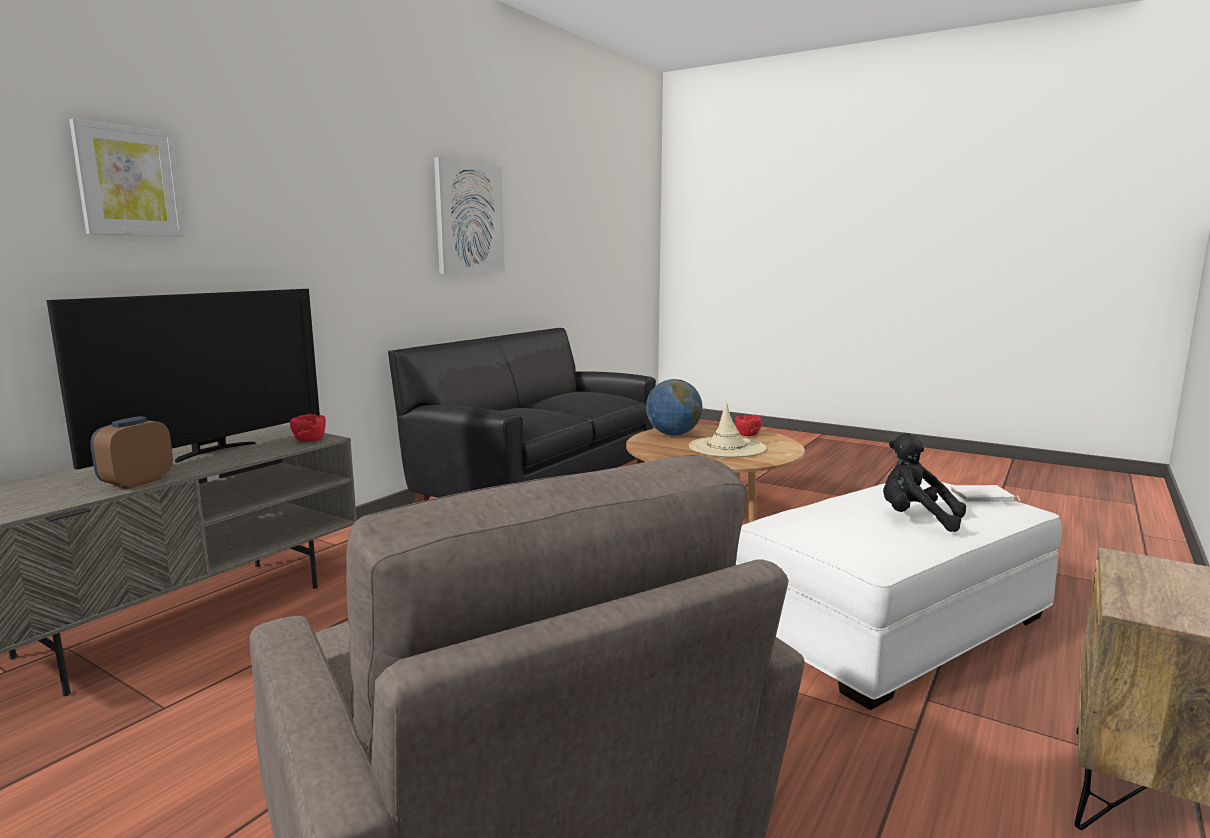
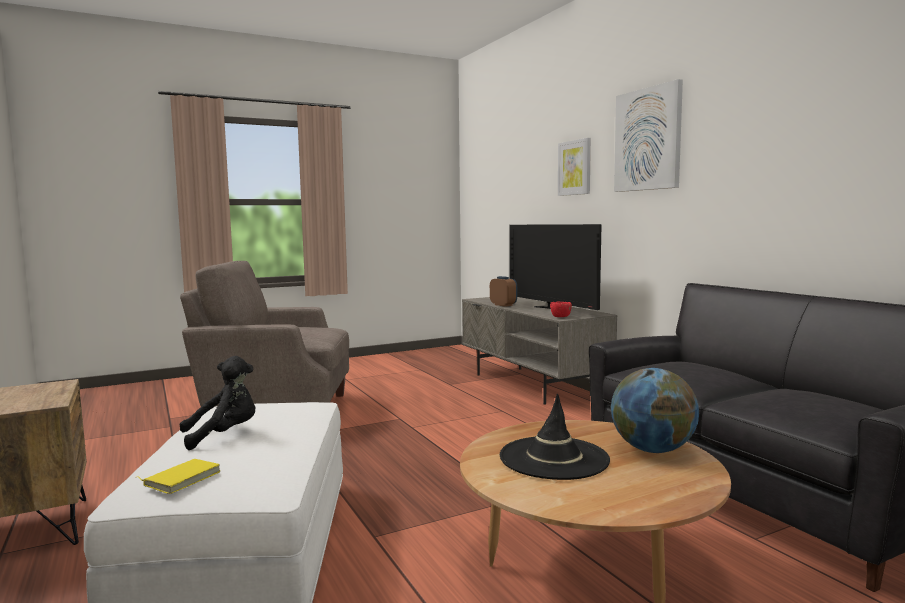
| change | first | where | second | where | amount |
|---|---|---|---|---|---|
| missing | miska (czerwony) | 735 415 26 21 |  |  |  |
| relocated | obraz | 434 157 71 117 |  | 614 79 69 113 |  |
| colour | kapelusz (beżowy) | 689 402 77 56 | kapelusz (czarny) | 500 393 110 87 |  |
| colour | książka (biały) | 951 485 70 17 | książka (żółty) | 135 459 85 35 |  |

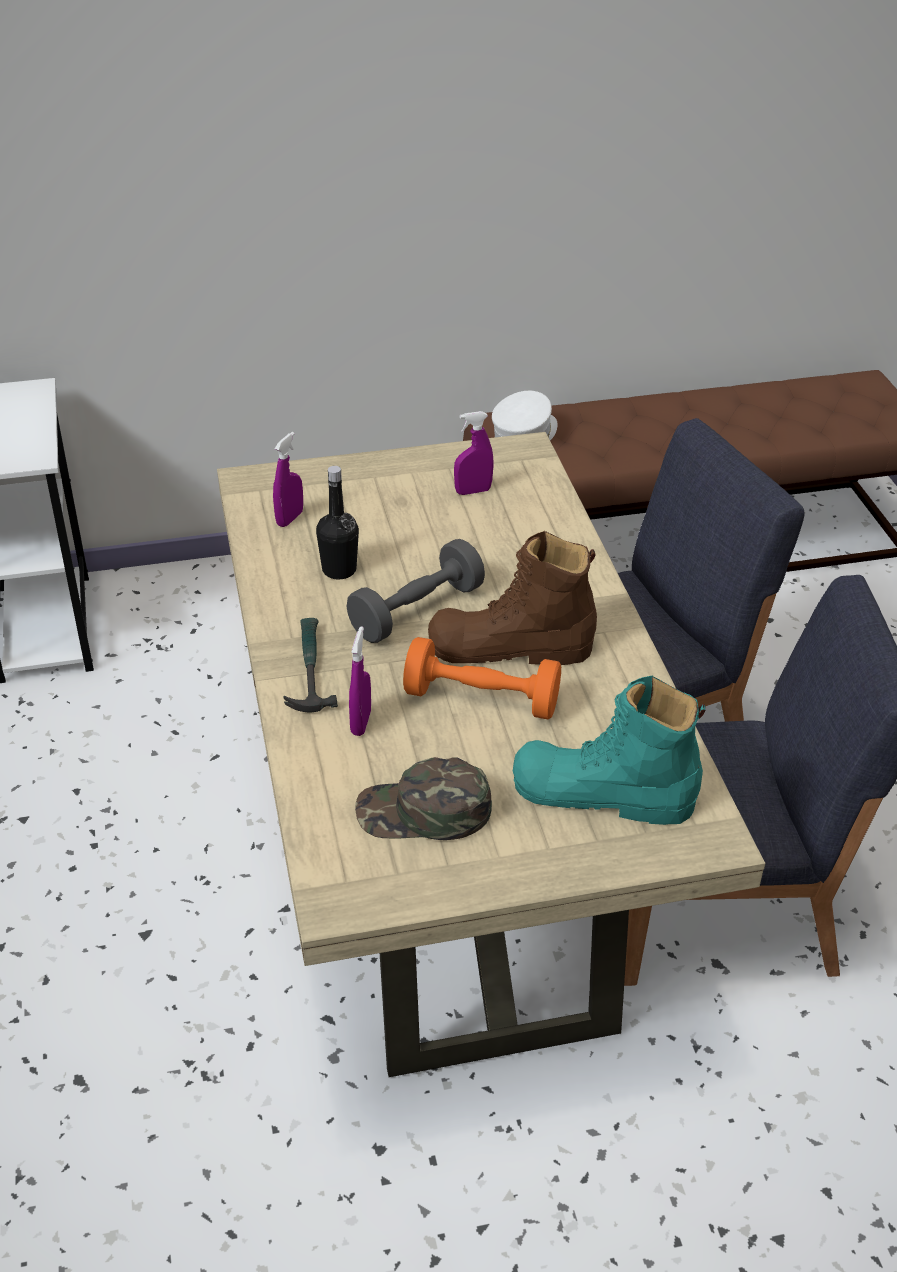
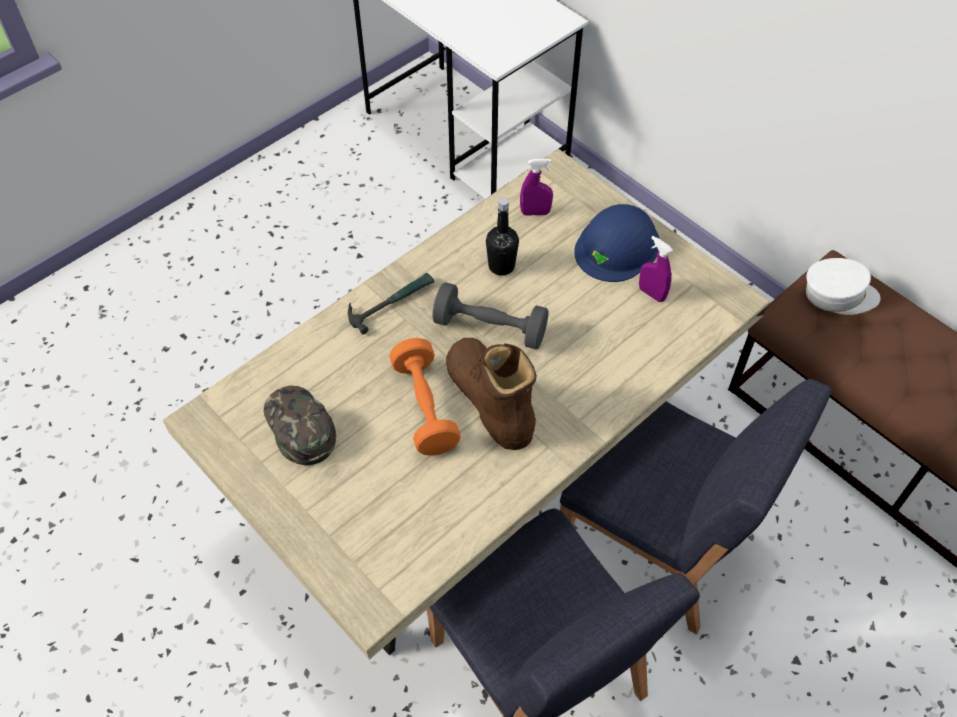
| change | first | where | second | where | amount |
|---|---|---|---|---|---|
| missing | spryskiwacz (fioletowy) | 349 626 22 110 |  |  |  |
| missing | but z cholewką (turkusowy) | 513 676 192 149 |  |  |  |
| appeared |  |  | kask (niebieski) | 574 204 85 78 |  |

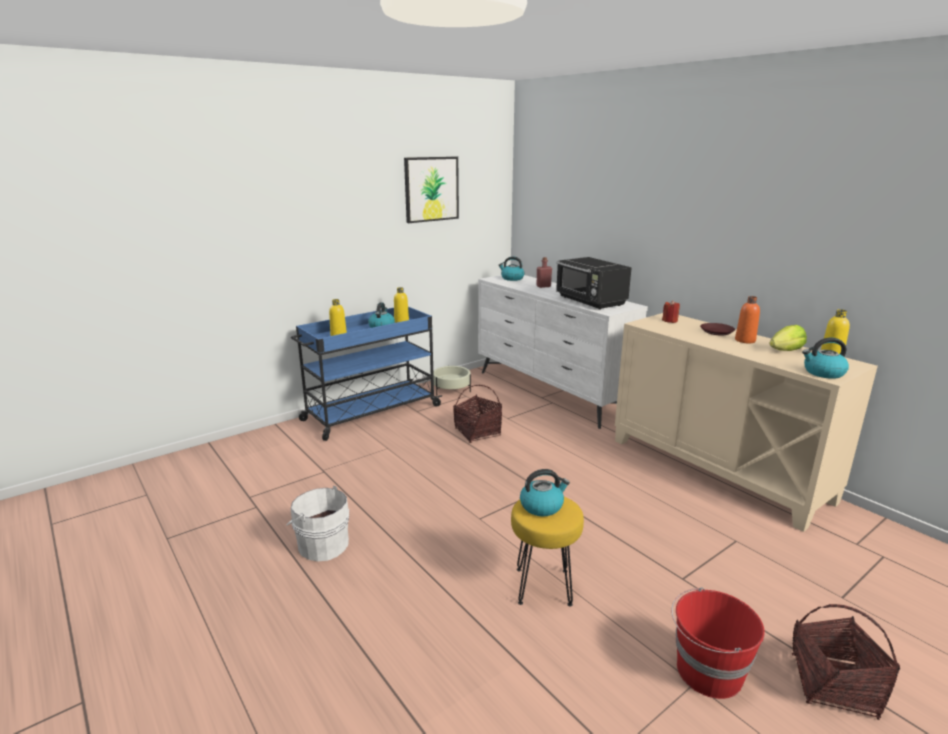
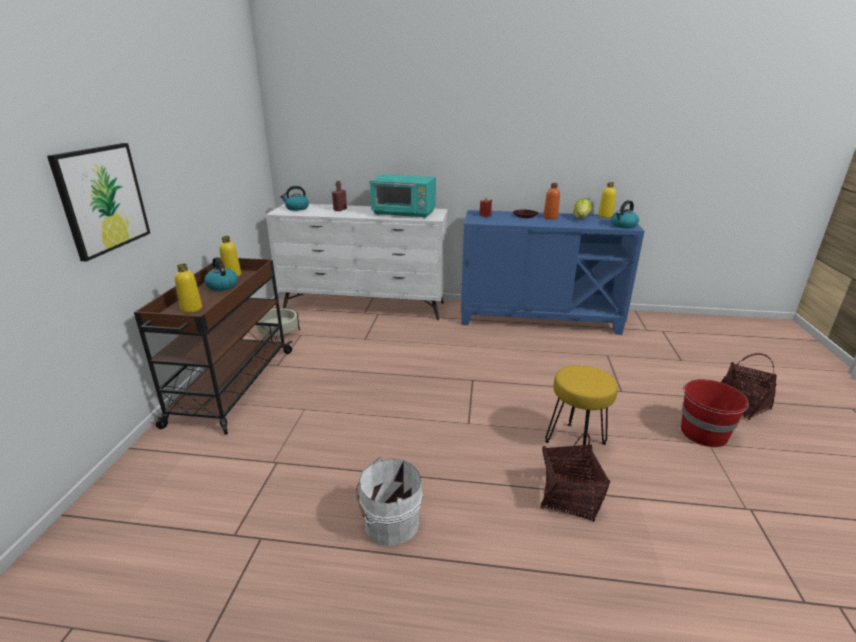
| change | first | where | second | where | amount |
|---|---|---|---|---|---|
| missing | czajnik | 520 469 50 47 |  |  |  |
| relocated | obraz | 404 157 55 66 |  | 47 143 103 119 |  |
| relocated | koszyk | 453 385 49 58 |  | 541 433 69 89 |  |
| colour | wózek (niebieski) | 291 307 151 134 | wózek (brązowy) | 134 258 159 177 |  |
| colour | mikrofalówka (czarny) | 556 257 76 53 | mikrofalówka (turkusowy) | 370 174 66 44 |  |
| colour | szafka (beżowy) | 615 313 263 219 | szafka (niebieski) | 461 210 184 125 |  |

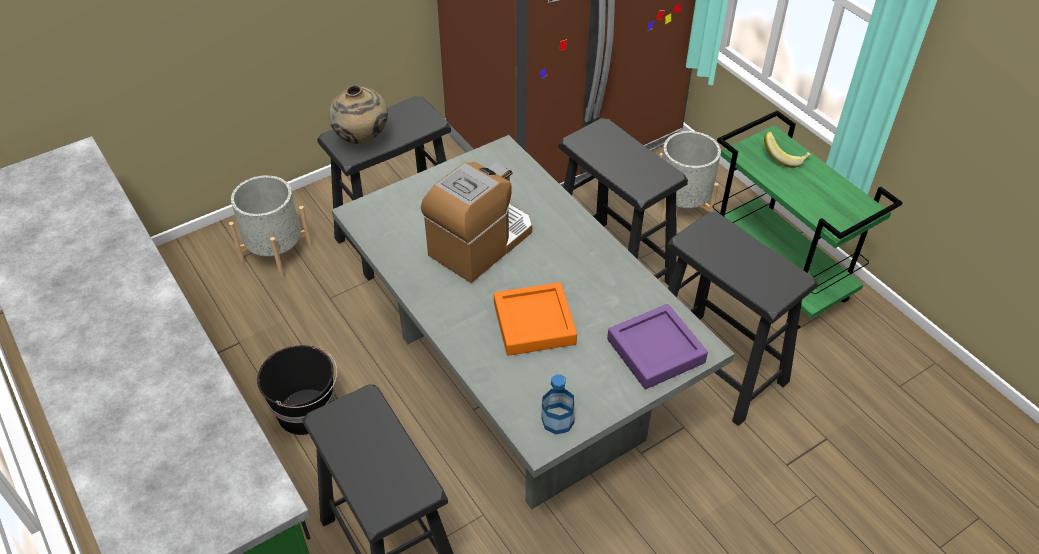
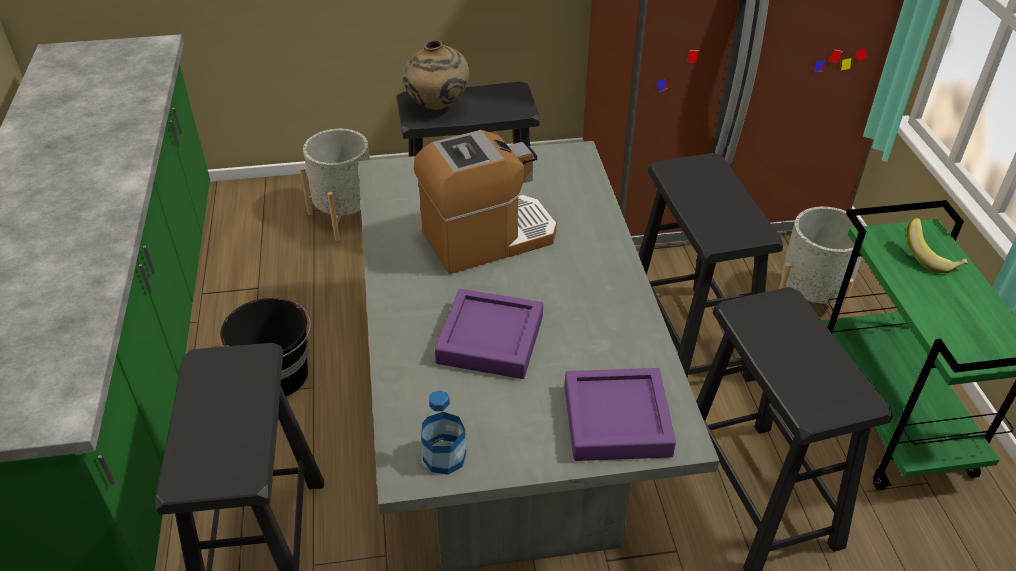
| change | first | where | second | where | amount |
|---|---|---|---|---|---|
| colour | taca (pomarańczowy) | 494 282 83 74 | taca (fioletowy) | 435 289 108 90 |  |

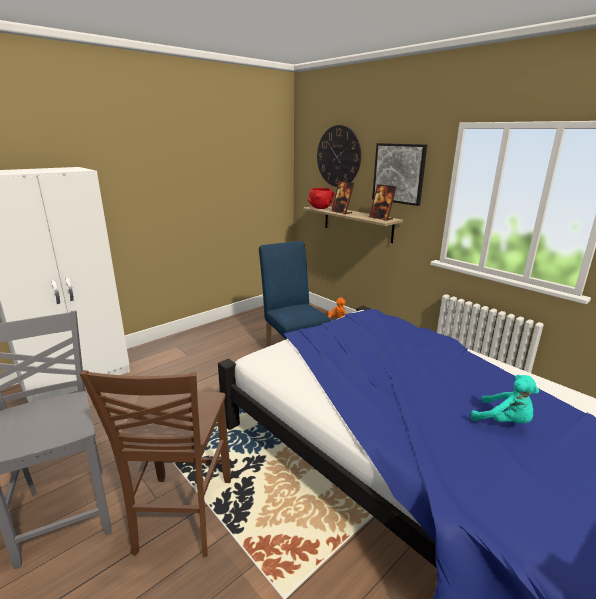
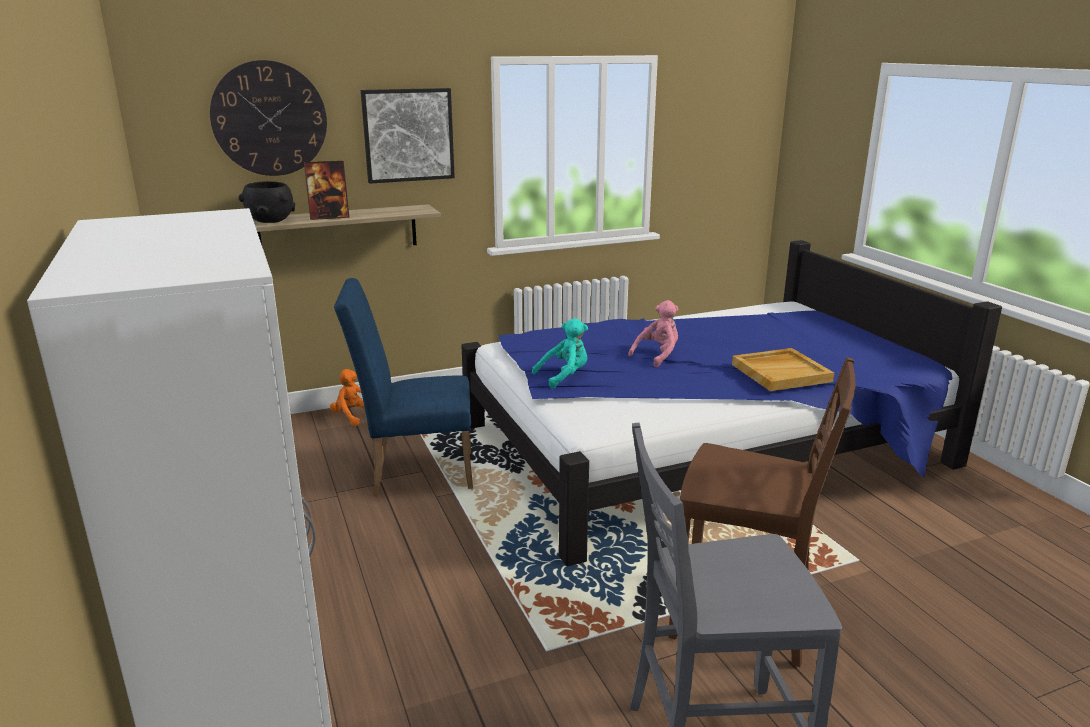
| change | first | where | second | where | amount |
|---|---|---|---|---|---|
| missing | ramka na zdjęcie | 369 184 28 37 |  |  |  |
| appeared |  |  | pluszak (różowy) | 628 300 50 67 |  |
| appeared |  |  | taca (beżowy) | 732 348 102 43 |  |
| relocated | pluszak (turkusowy) | 471 375 68 48 |  | 532 318 56 71 |  |
| colour | miska (czerwony) | 308 188 27 21 | miska (czarny) | 238 181 57 42 |  |

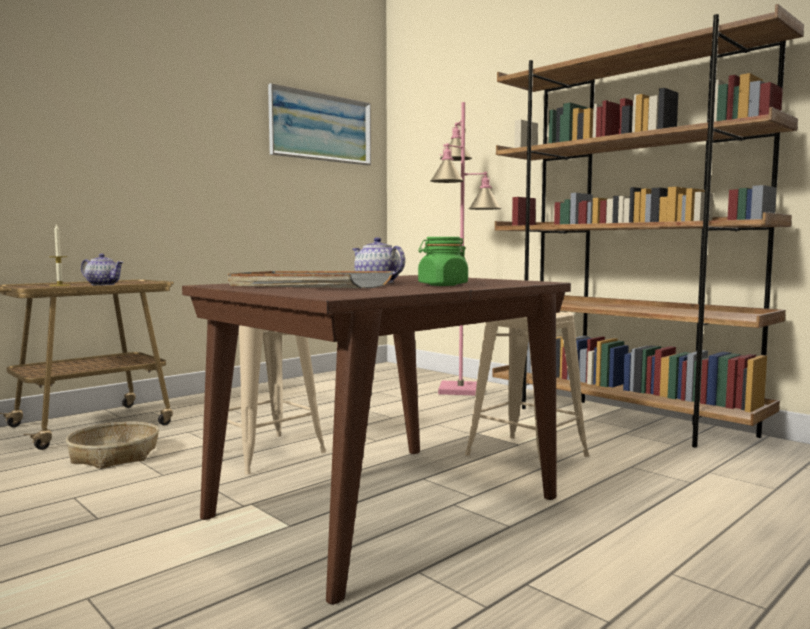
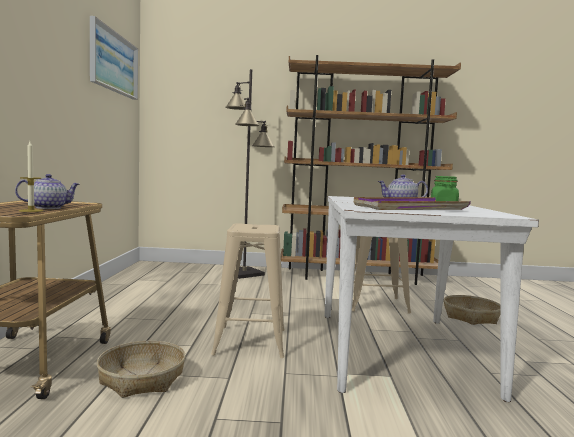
| change | first | where | second | where | amount |
|---|---|---|---|---|---|
| appeared |  |  | koszyk | 444 295 57 30 |  |
| colour | stół jadalny (brązowy) | 182 275 389 330 | stół jadalny (biały) | 325 196 214 206 |  |
| colour | taca (szary) | 228 271 165 17 | taca (fioletowy) | 354 197 117 13 |  |
| colour | lampa stojąca (różowy) | 430 102 72 293 | lampa stojąca (czarny) | 225 69 50 210 |  |

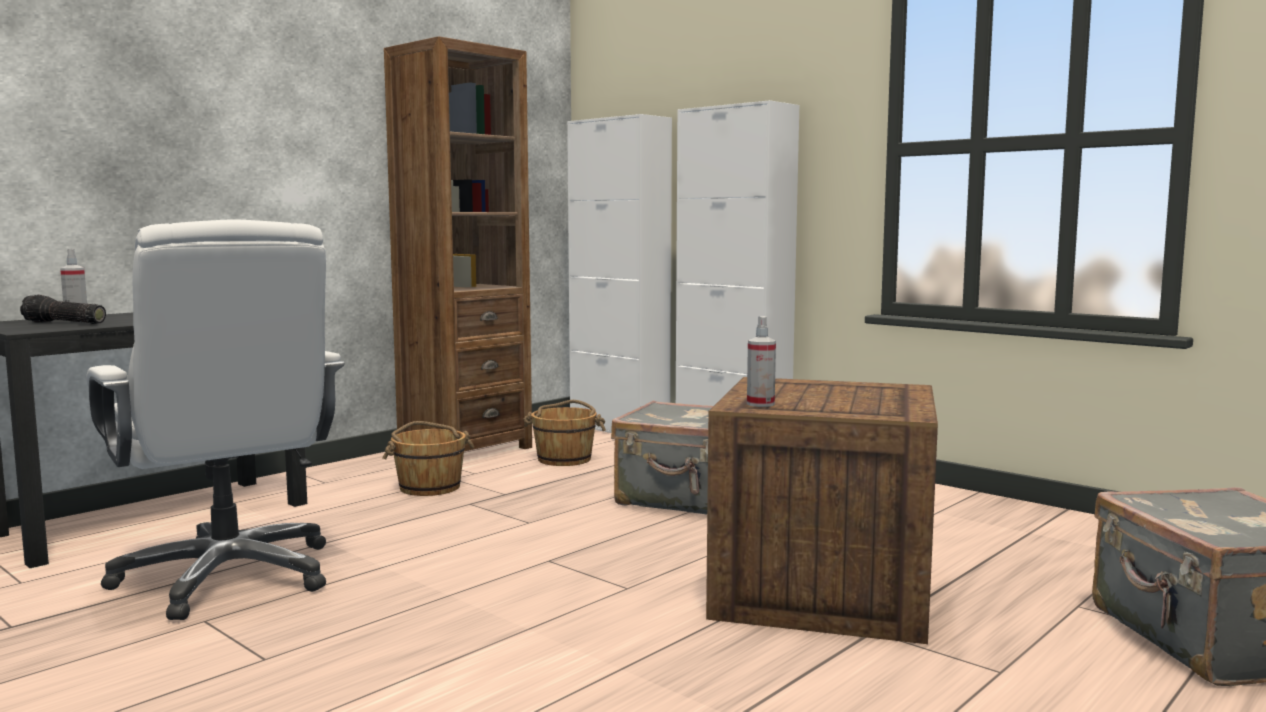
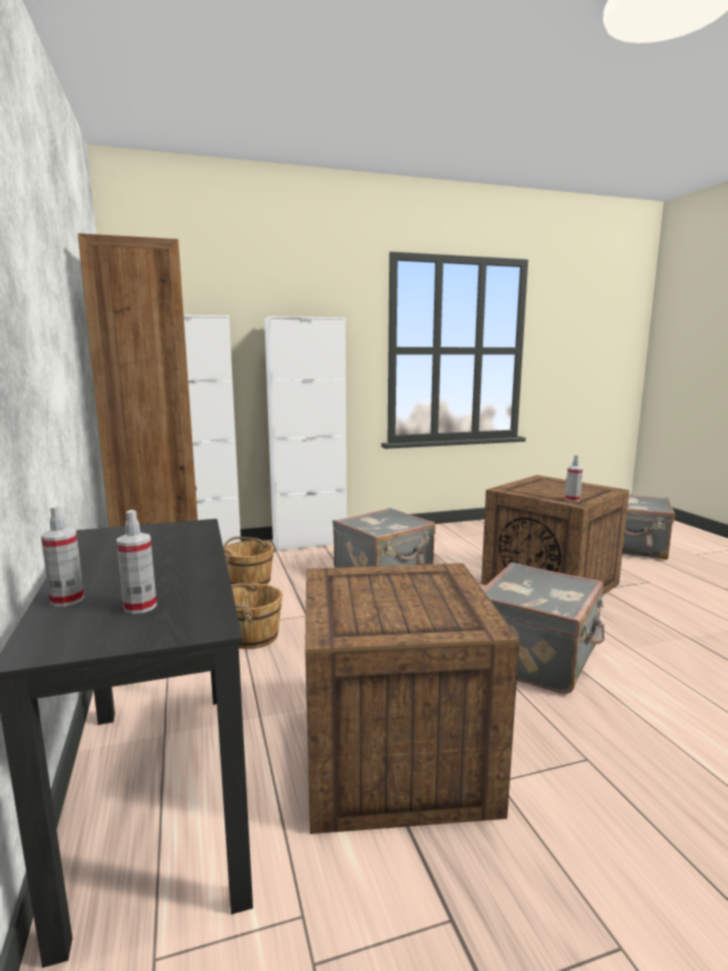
| change | first | where | second | where | amount |
|---|---|---|---|---|---|
| appeared |  |  | walizka (szary) | 483 562 121 132 |  |
| exchanged | latarka | 20 295 86 29 | spryskiwacz | 116 510 41 104 |  |
| exchanged | krzesło biurowe (biały) | 86 219 259 401 | skrzynka | 305 563 214 271 |  |

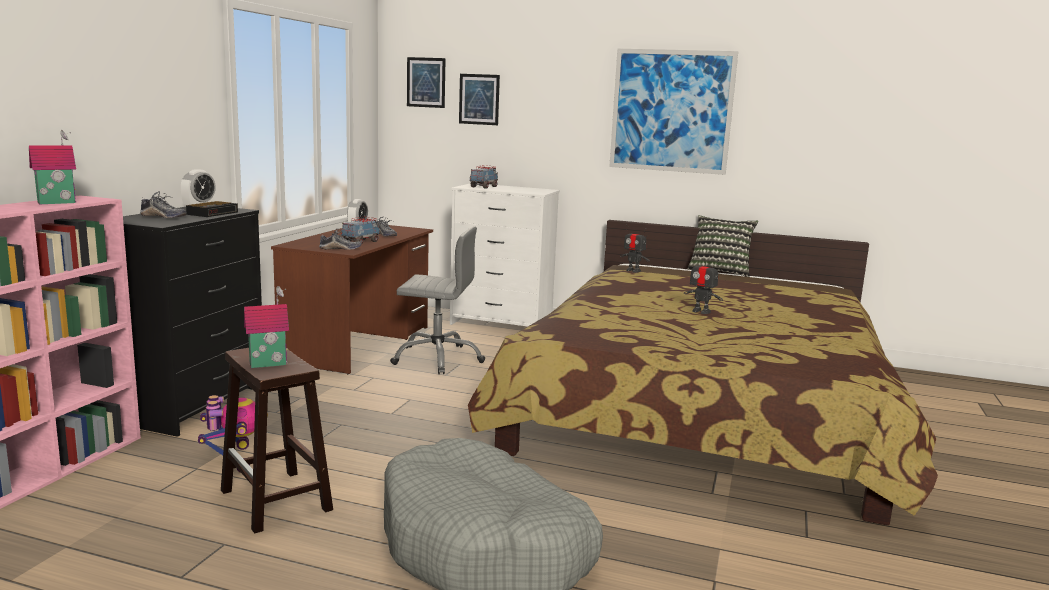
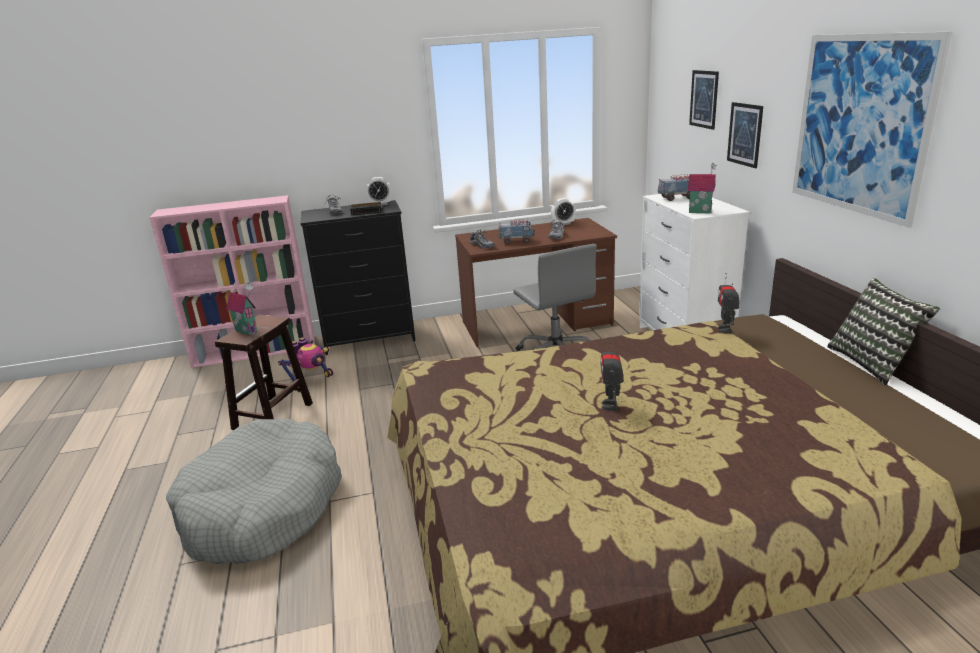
| change | first | where | second | where | amount |
|---|---|---|---|---|---|
| relocated | domek | 29 130 47 74 |  | 688 163 28 50 |  |
| relocated | obraz | 407 57 39 51 |  | 727 102 36 66 |  |

